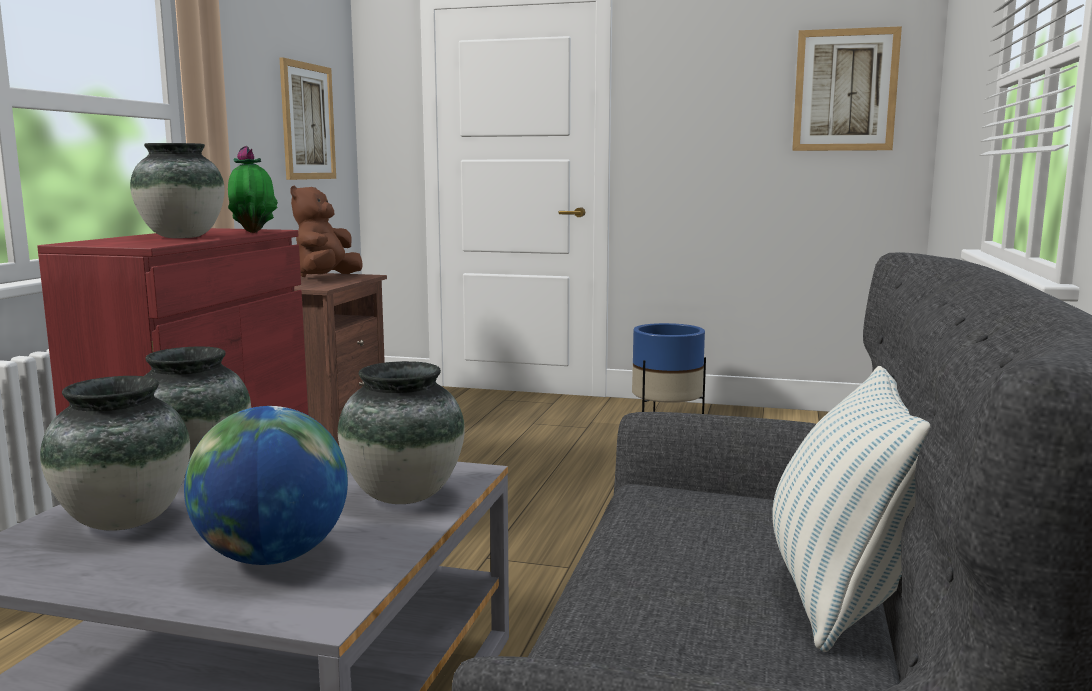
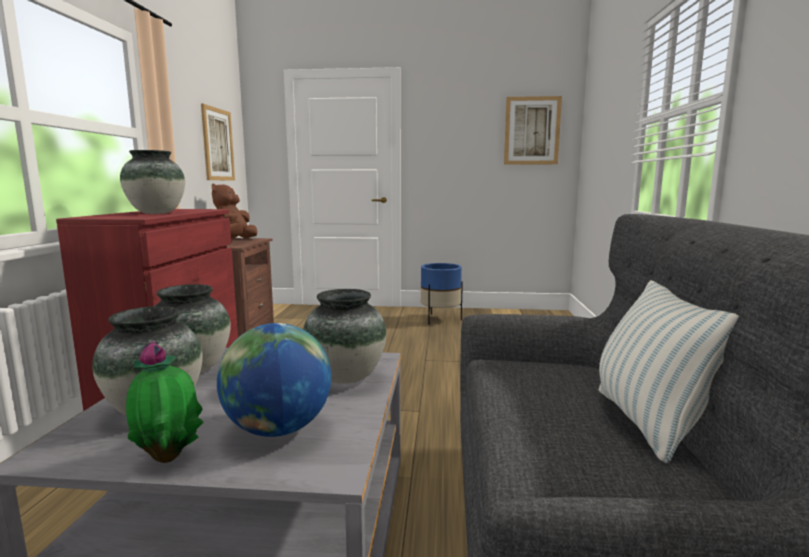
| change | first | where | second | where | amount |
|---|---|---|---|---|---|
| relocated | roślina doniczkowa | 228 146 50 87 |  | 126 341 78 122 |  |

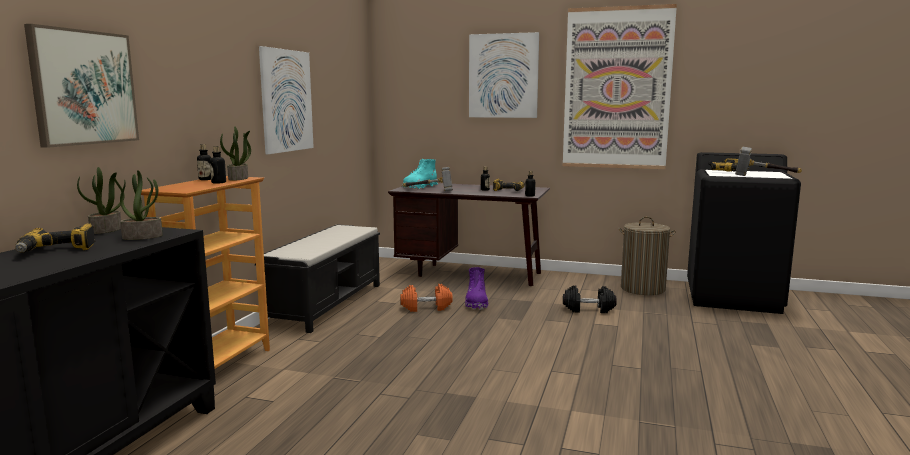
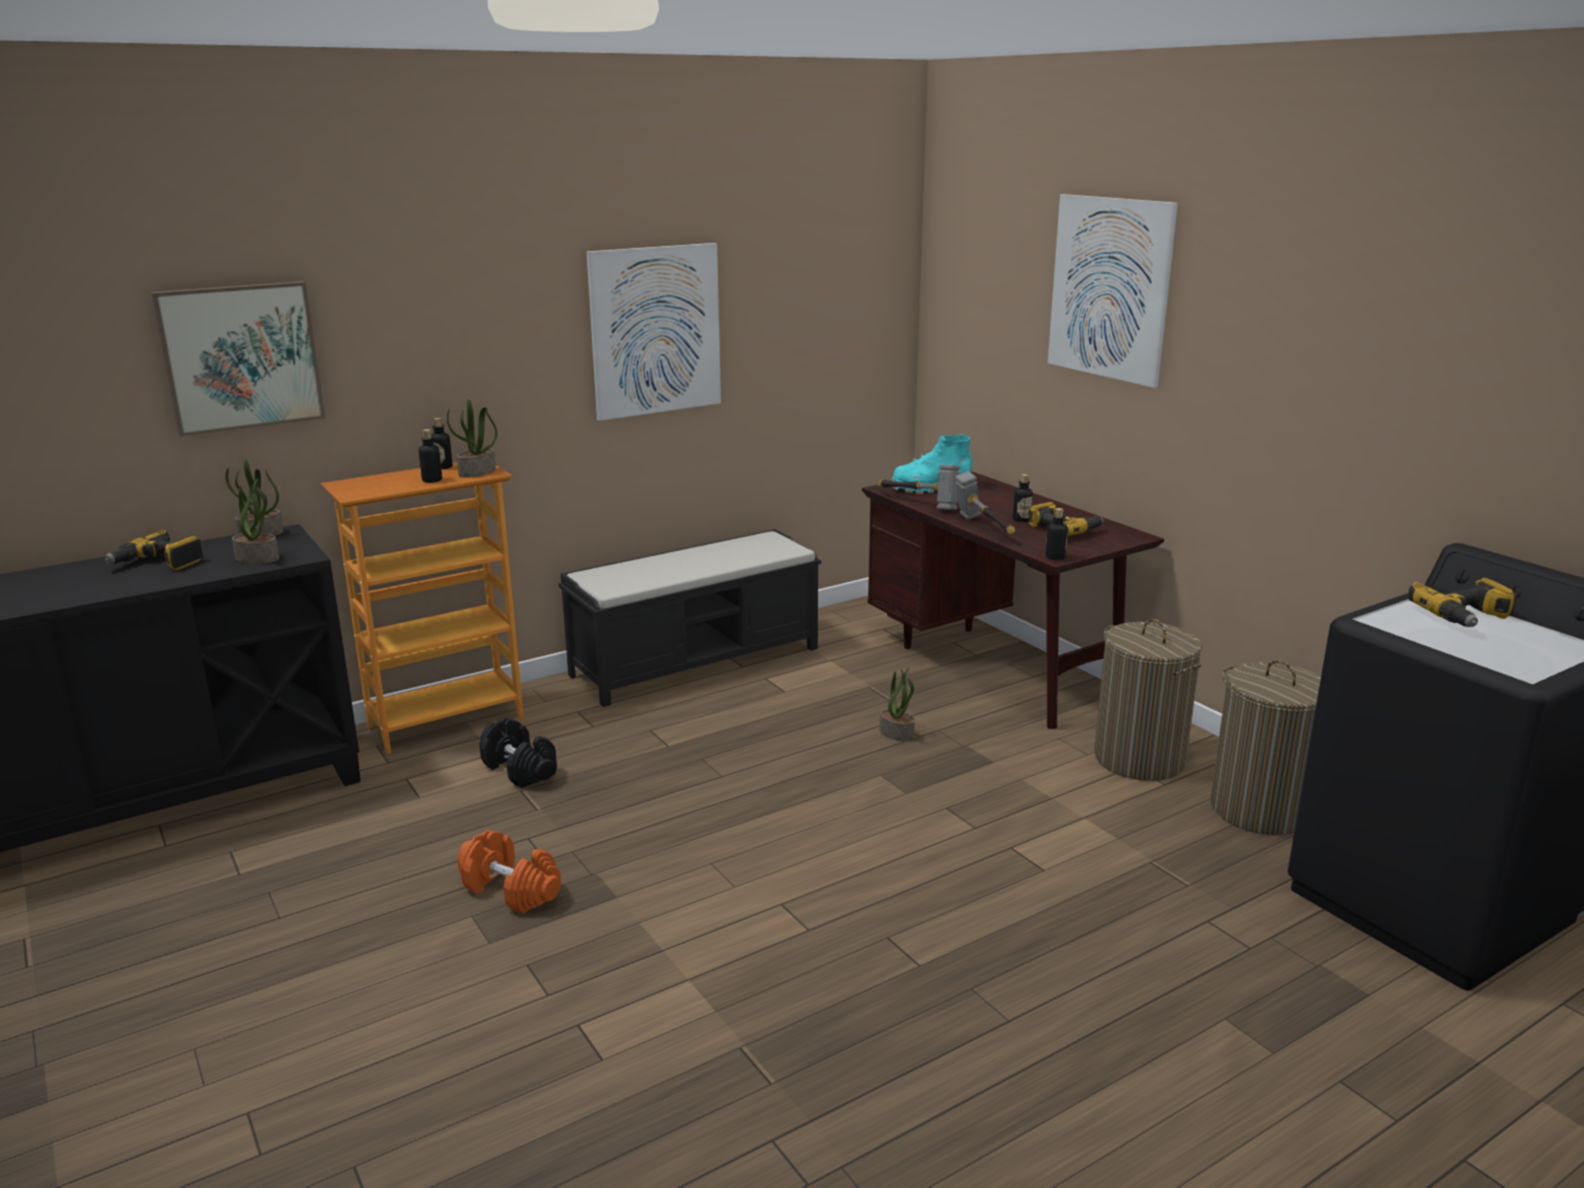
| change | first | where | second | where | amount |
|---|---|---|---|---|---|
| missing | obraz | 562 4 115 165 |  |  |  |
| appeared |  |  | kosz na pranie | 1094 619 108 162 |  |
| relocated | hantel (pomarańczowy) | 400 284 53 28 |  | 457 830 104 83 |  |
| relocated | hantel (czarny) | 563 285 54 28 |  | 479 718 78 70 |  |
| relocated | młotek | 735 147 67 29 |  | 955 471 60 63 |  |
| exchanged | but z cholewką (fioletowy) | 465 267 23 42 | roślina doniczkowa | 880 667 35 74 |  |

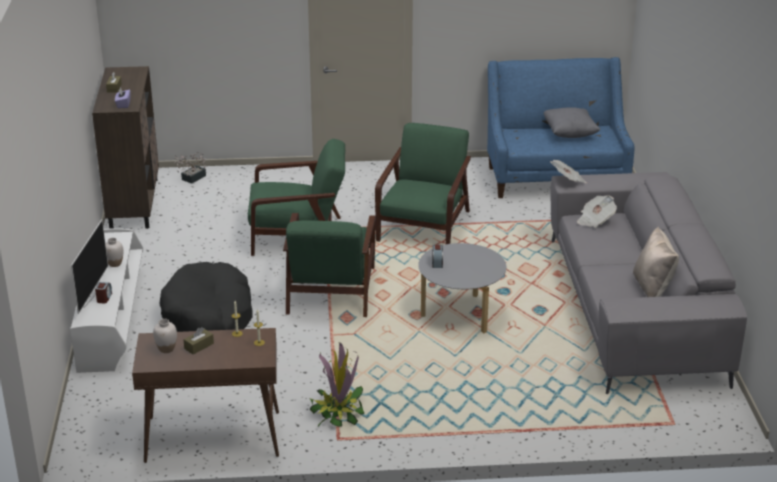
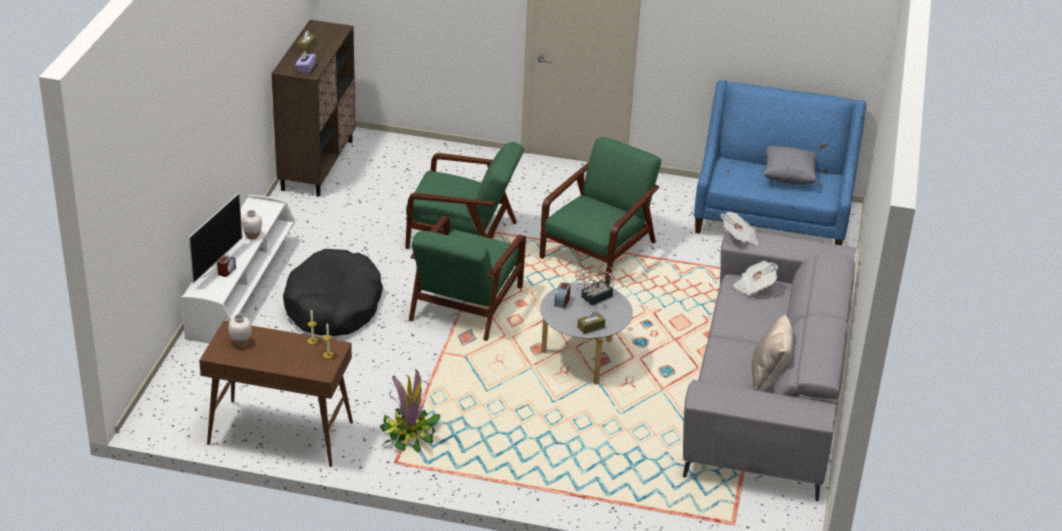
| change | first | where | second | where | amount |
|---|---|---|---|---|---|
| relocated | roślina doniczkowa | 174 152 32 32 |  | 575 266 41 39 |  |
| relocated | pudełko chusteczek (brązowy) | 184 327 30 27 |  | 577 311 28 23 |  |

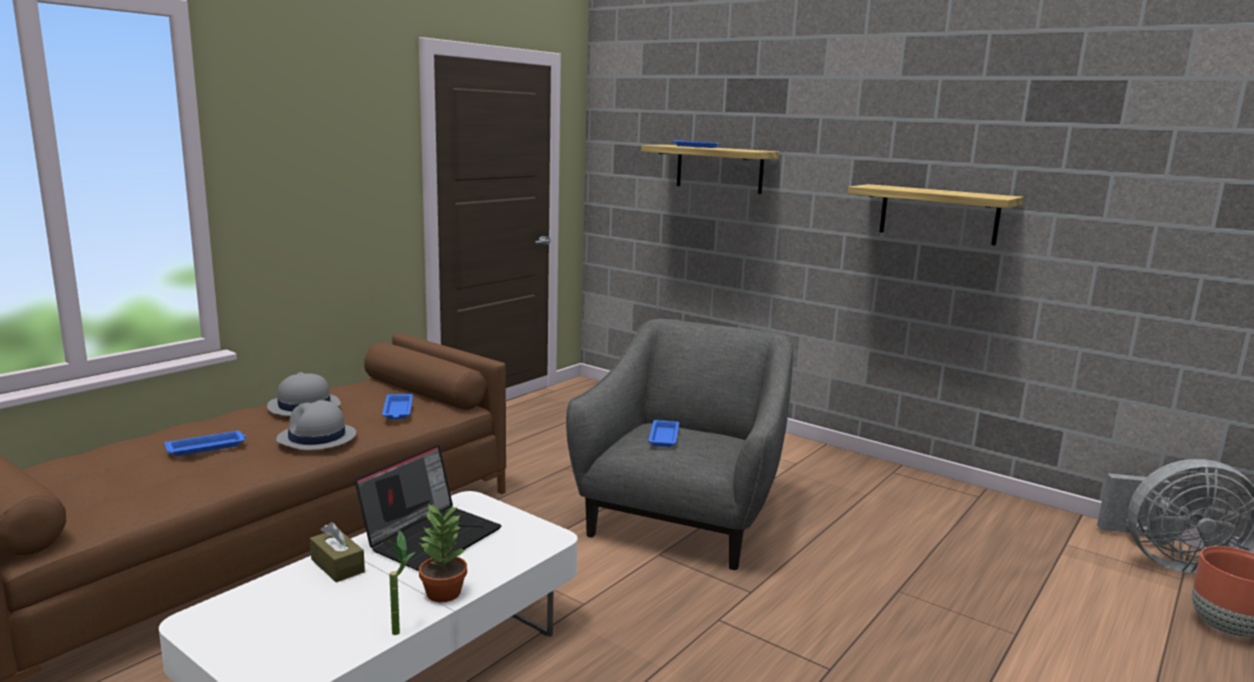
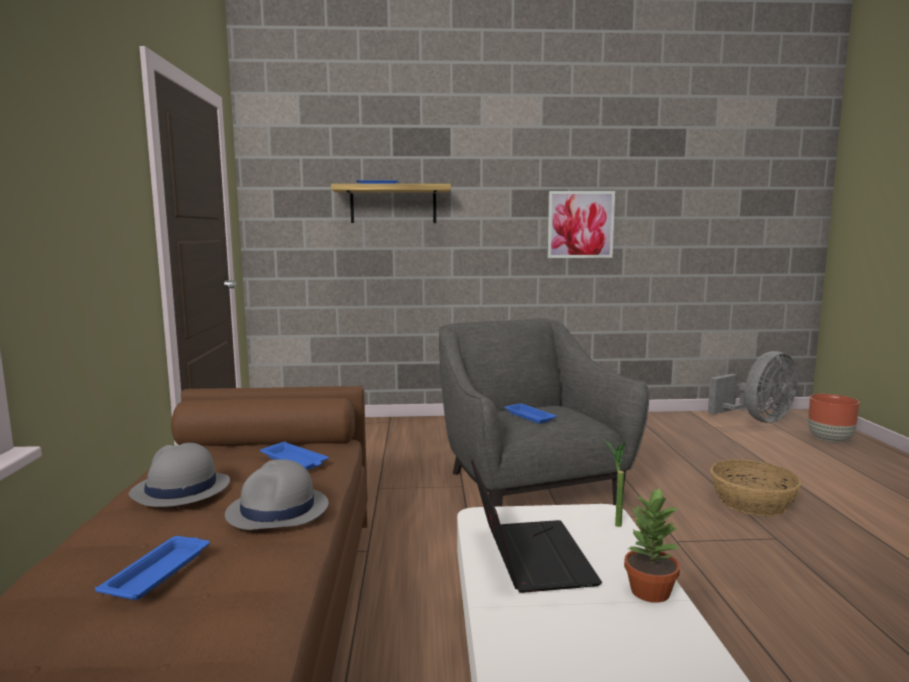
| change | first | where | second | where | amount |
|---|---|---|---|---|---|
| missing | pudełko chusteczek (brązowy) | 310 522 55 60 |  |  |  |
| appeared |  |  | koszyk | 710 459 92 57 |  |
| relocated | roślina doniczkowa | 387 530 28 105 |  | 604 439 21 88 |  |
| exchanged | półka | 847 184 177 61 | obraz | 547 191 68 67 |  |

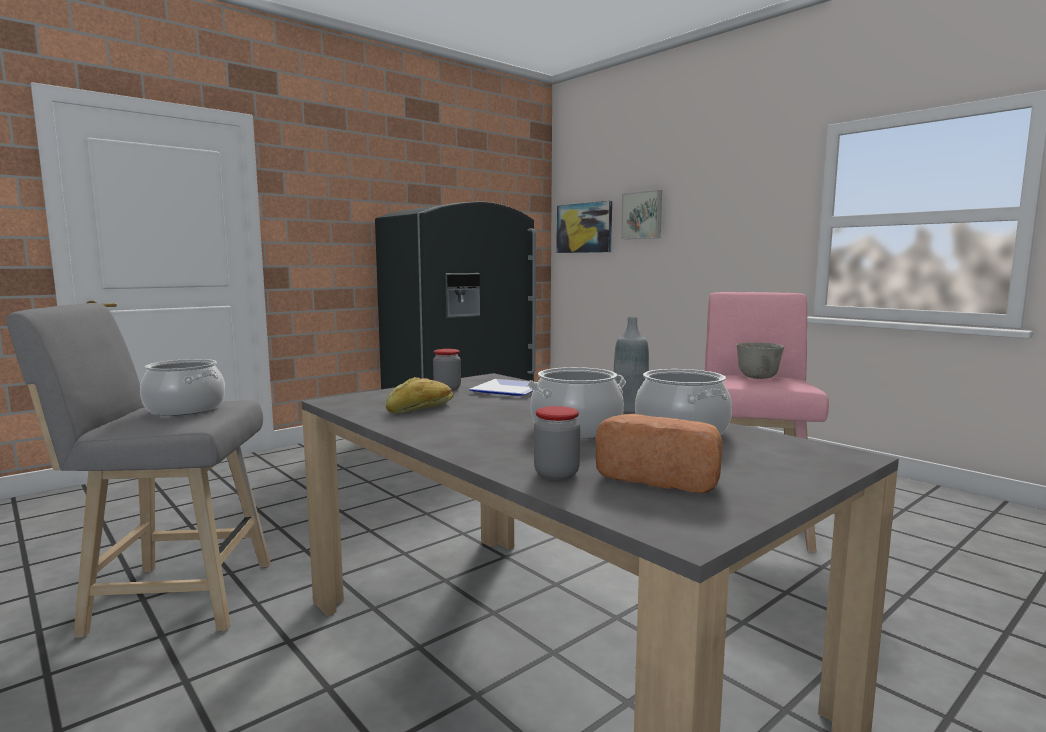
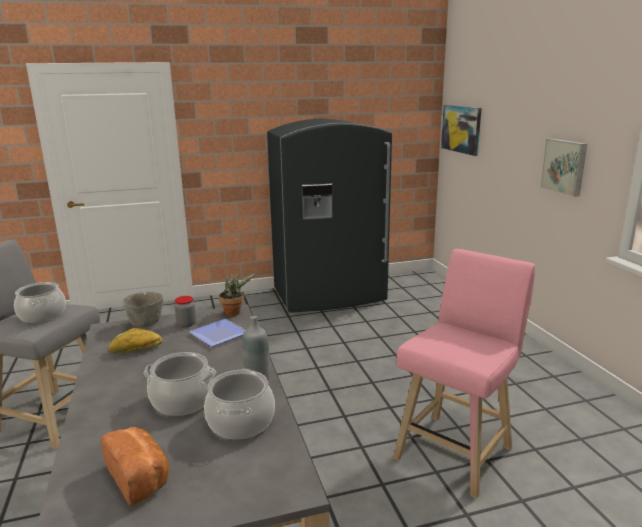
| change | first | where | second | where | amount |
|---|---|---|---|---|---|
| missing | słoik | 534 406 46 74 |  |  |  |
| appeared |  |  | roślina doniczkowa | 219 270 38 46 |  |
| relocated | obraz | 621 190 41 49 |  | 540 138 47 59 |  |
| relocated | miska (szary) | 736 342 48 37 |  | 122 292 41 35 |  |

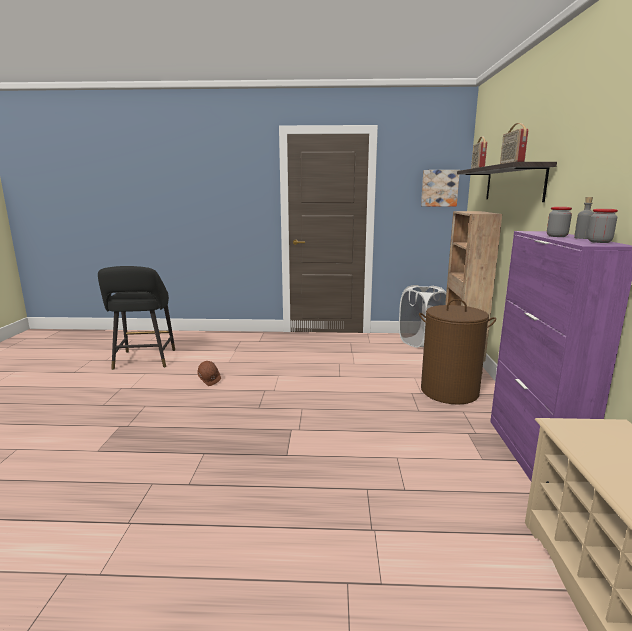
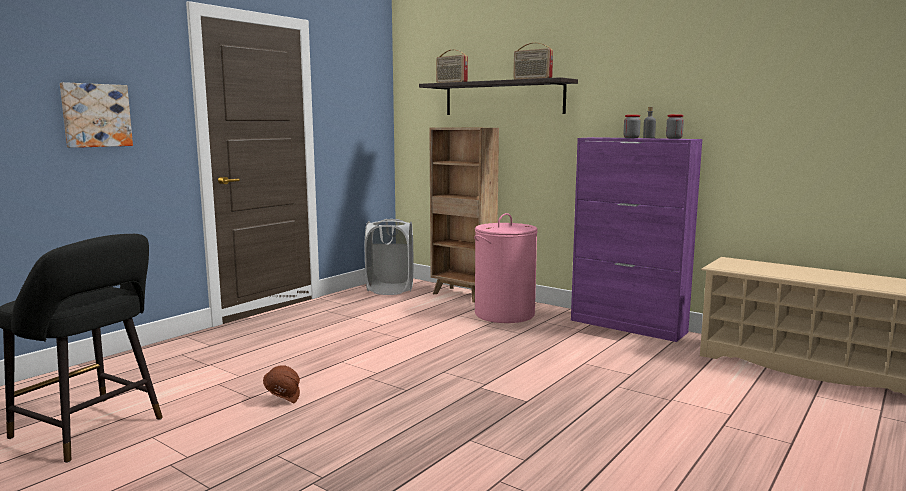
| change | first | where | second | where | amount |
|---|---|---|---|---|---|
| relocated | obraz | 421 170 39 37 |  | 60 82 73 66 |  |
| colour | kosz na pranie (brązowy) | 419 299 77 106 | kosz na pranie (różowy) | 474 213 64 110 |  |

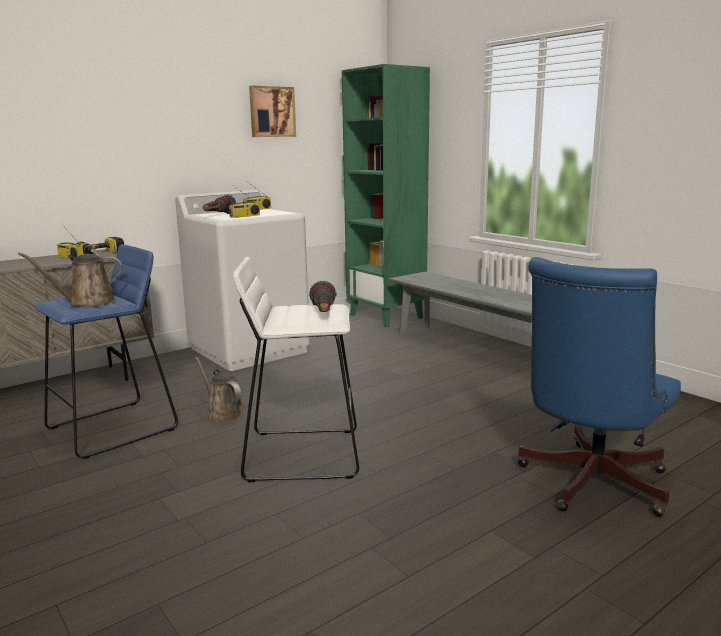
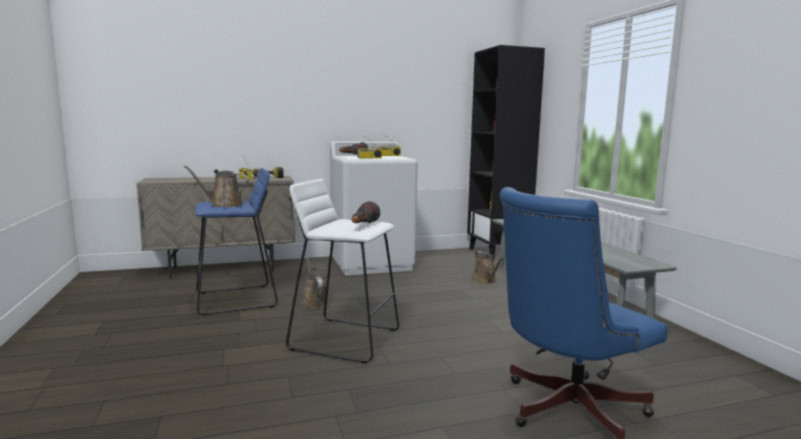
| change | first | where | second | where | amount |
|---|---|---|---|---|---|
| missing | obraz | 249 86 47 51 |  |  |  |
| appeared |  |  | konewka (brązowy) | 472 251 31 33 |  |
| colour | regał (zielony) | 342 64 88 263 | regał (czarny) | 467 45 78 216 |  |

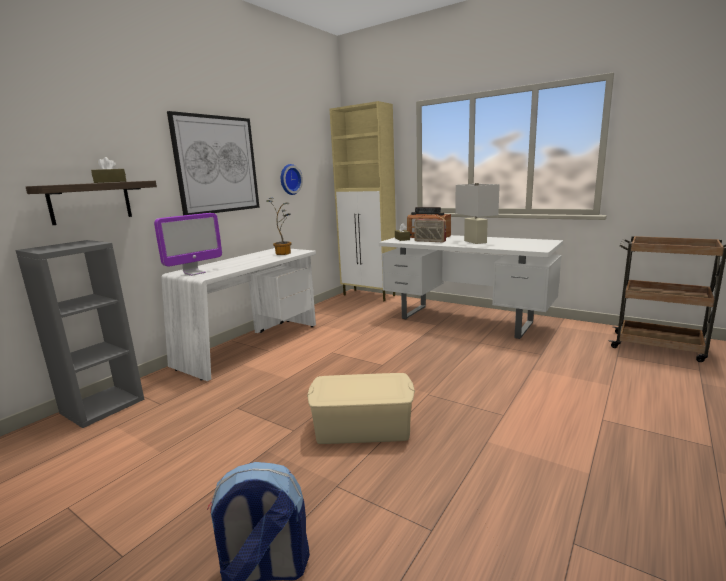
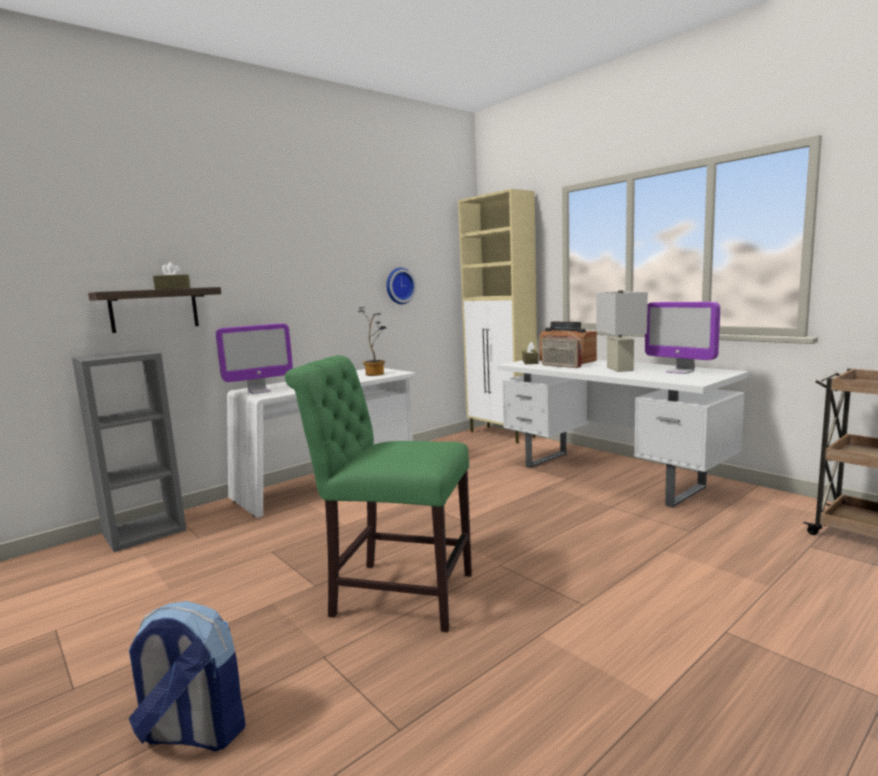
| change | first | where | second | where | amount |
|---|---|---|---|---|---|
| missing | obraz | 167 111 93 104 |  |  |  |
| appeared |  |  | monitor | 645 302 75 72 |  |
| exchanged | pojemnik do przechowywania (beżowy) | 307 373 108 71 | krzesło (zielony) | 285 355 187 277 |  |

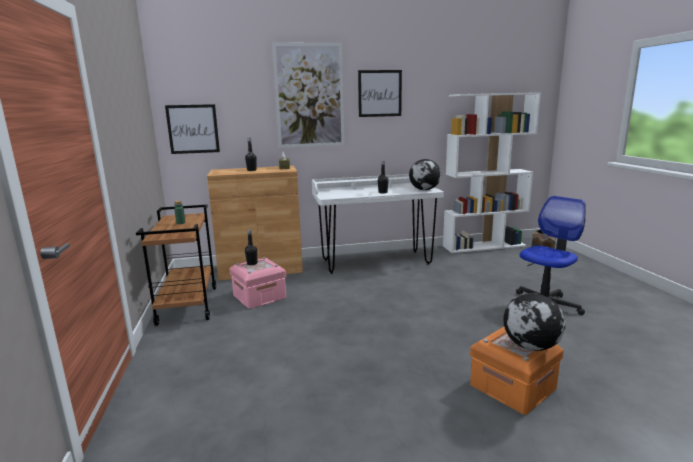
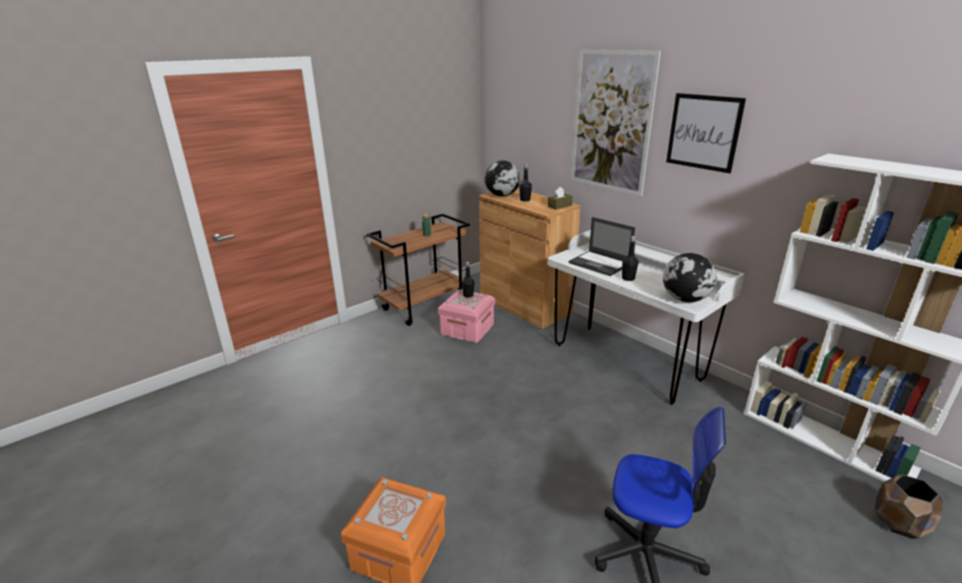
| change | first | where | second | where | amount |
|---|---|---|---|---|---|
| missing | obraz | 165 104 55 50 |  |  |  |
| appeared |  |  | laptop | 569 217 66 59 |  |
| relocated | globus | 503 293 63 58 |  | 484 160 36 36 |  |

